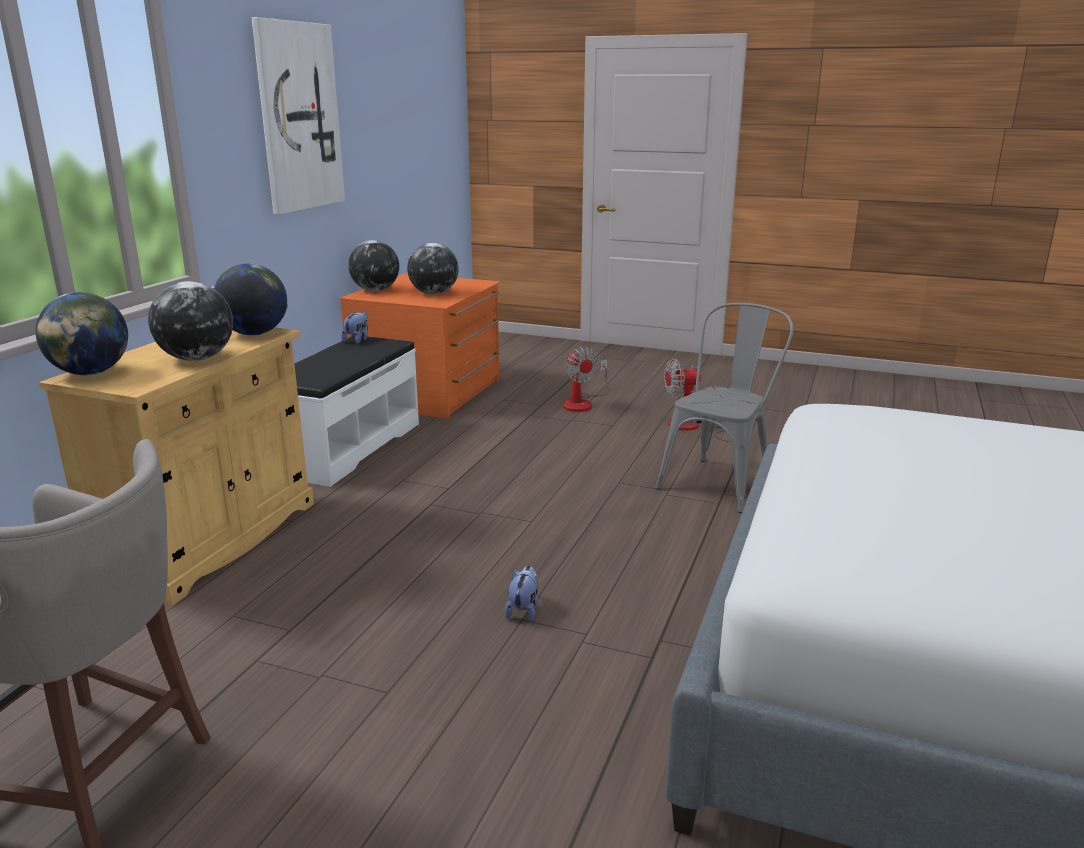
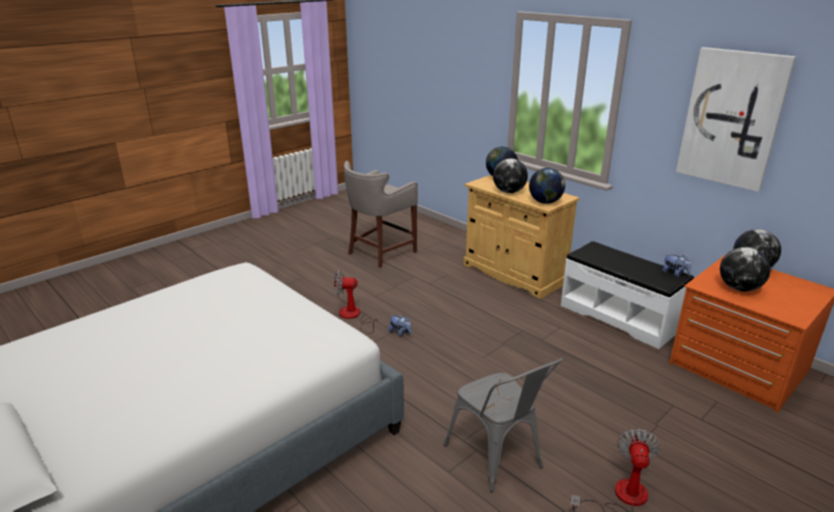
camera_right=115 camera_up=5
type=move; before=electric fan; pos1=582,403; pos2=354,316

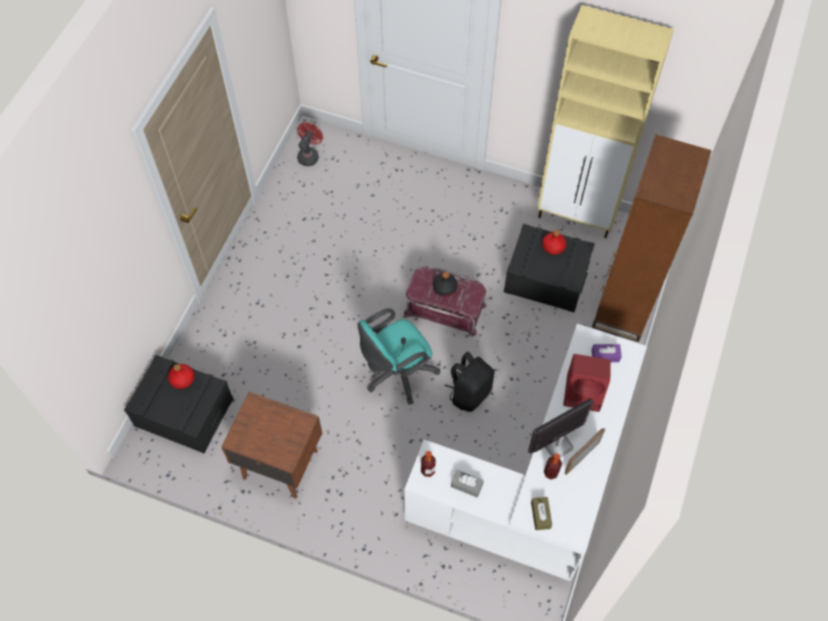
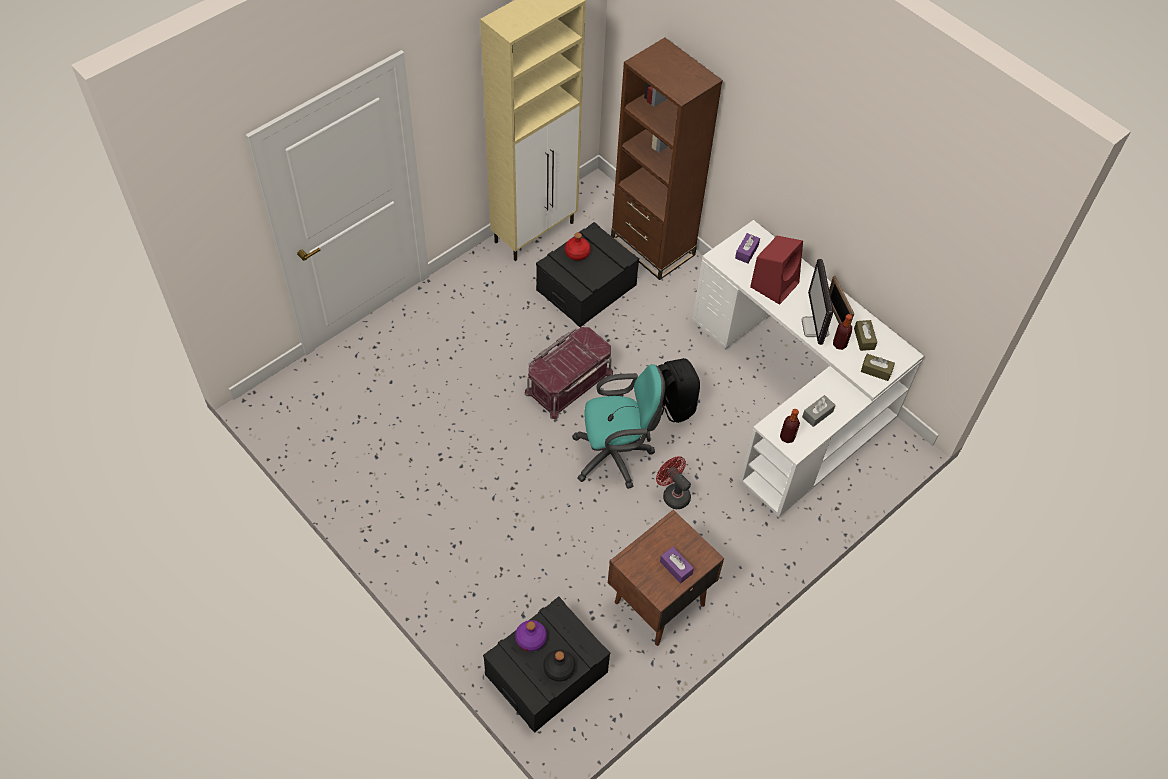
camera_right=-65 camera_up=-5
type=insert; after=tissue holder/purple; pos2=676,567
type=insert; after=tissue holder/brownish; pos2=864,339
type=move; before=electric fan/red; pos1=309,155; pos2=673,494
type=move; before=drink bottle/black; pos1=444,287; pos2=558,668
type=recolor; before=drink bottle/red; after=drink bottle/purple; pos1=183,379; pos2=531,638
type=rotate; before=computer chair/turquoise-coloured; pos1=396,373; pos2=616,455; turn=-90

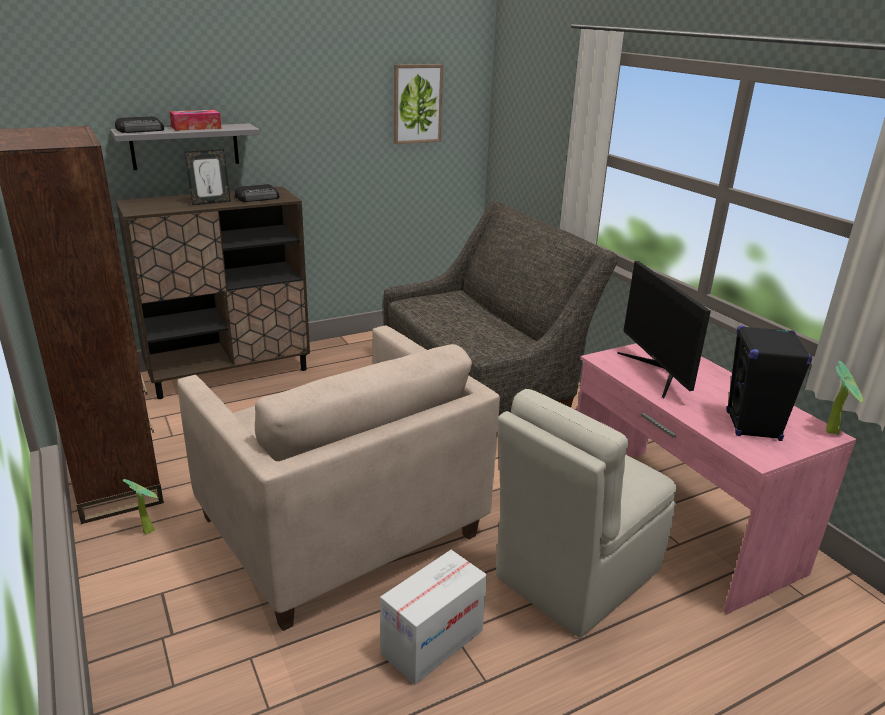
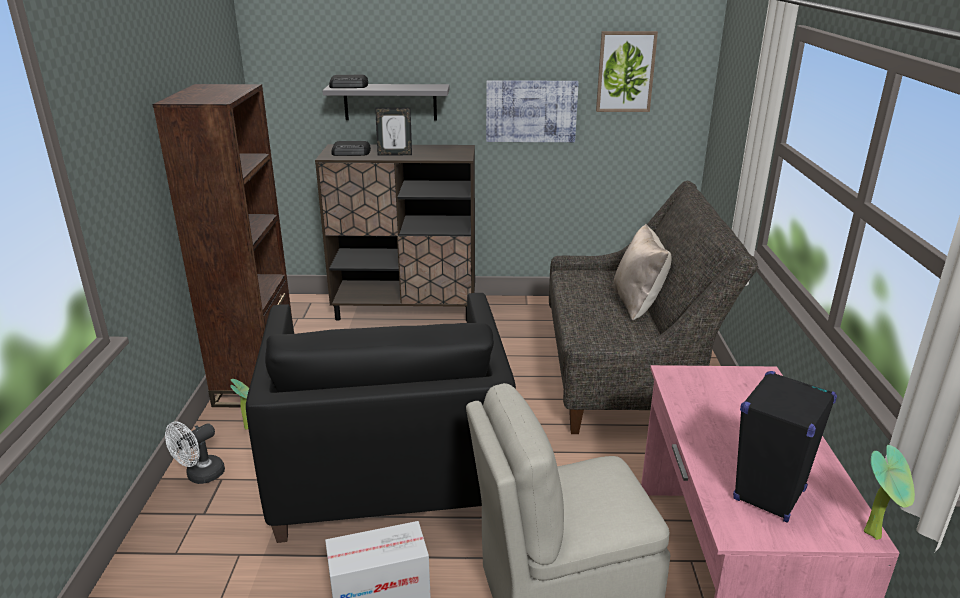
camera_right=30 camera_up=0
type=delete; before=tissue holder; pos1=196,127
type=delete; before=monitor; pos1=658,372
type=insert; after=electric fan/white-coloured; pos2=200,476
type=insert; after=wall picture; pos2=531,111
type=insert; after=pillow/beige; pos2=638,303
type=move; before=radio; pos1=258,198; pos2=351,153
type=recolor; before=armchair/beige; after=armchair/black; pos1=341,524; pos2=389,470

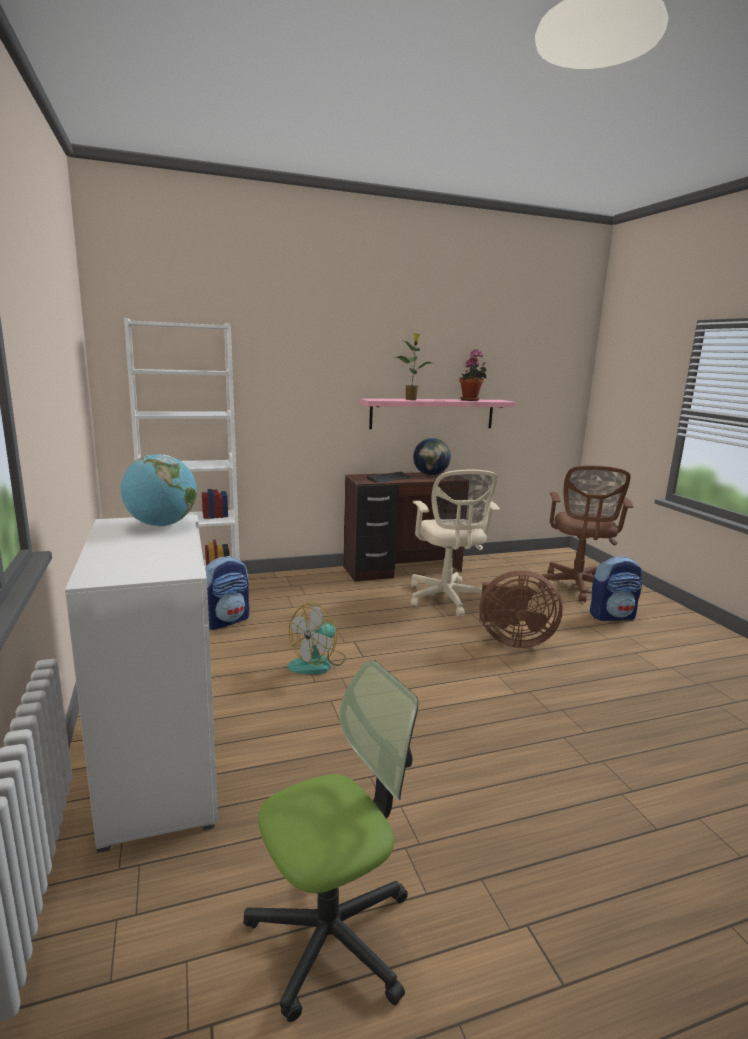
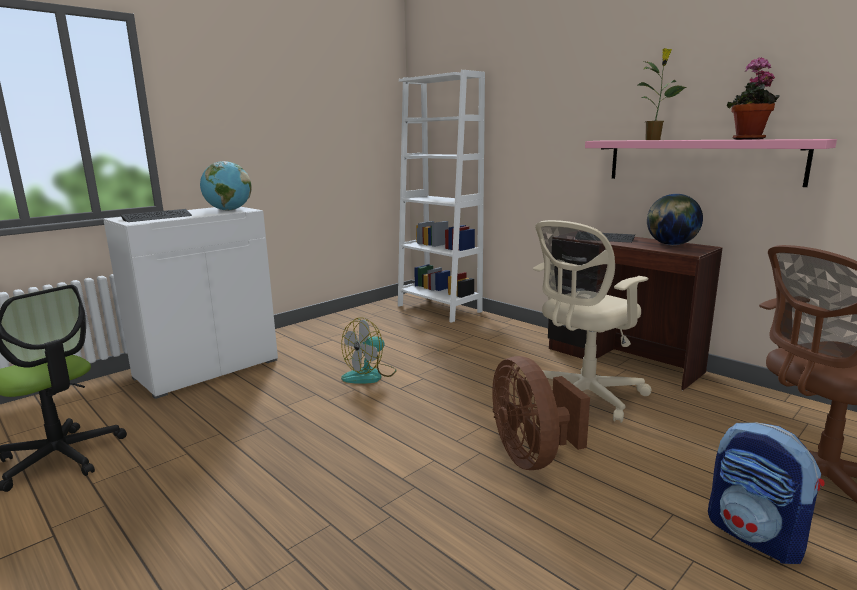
camera_right=65 camera_up=0
type=delete; before=rucksack; pos1=225,621
type=insert; after=computer keyboard; pos2=157,217
type=rotate; before=electric fan; pos1=318,663; pos2=370,375; turn=-60

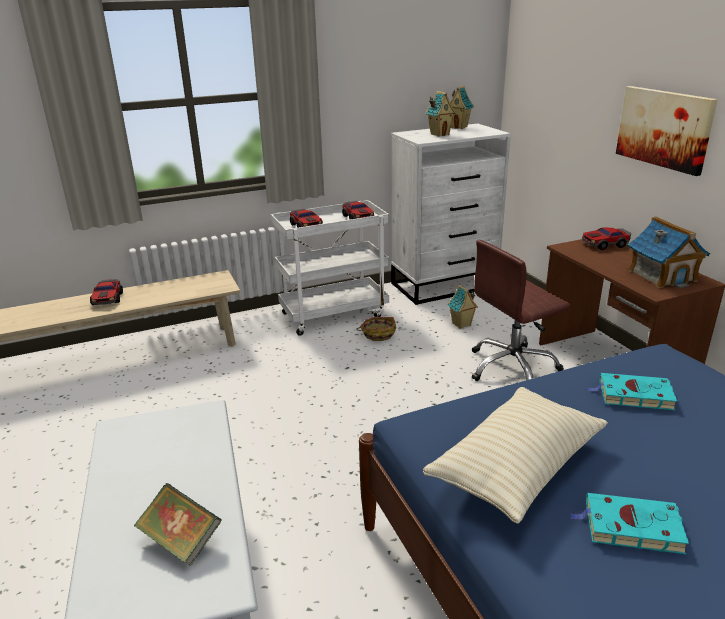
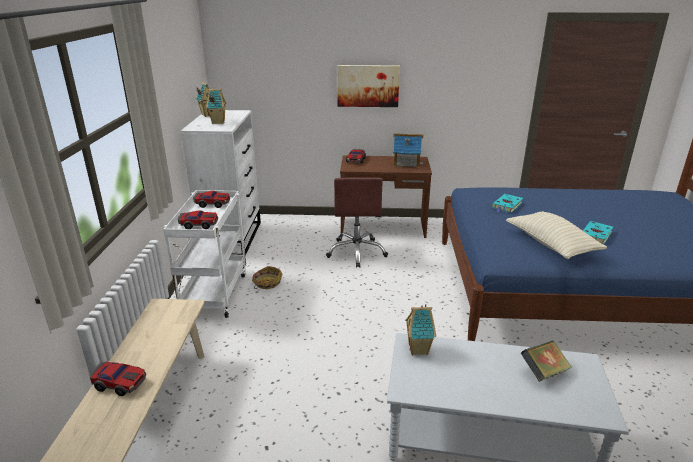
camera_right=-65 camera_up=0
type=move; before=model house; pos1=461,324; pos2=419,349

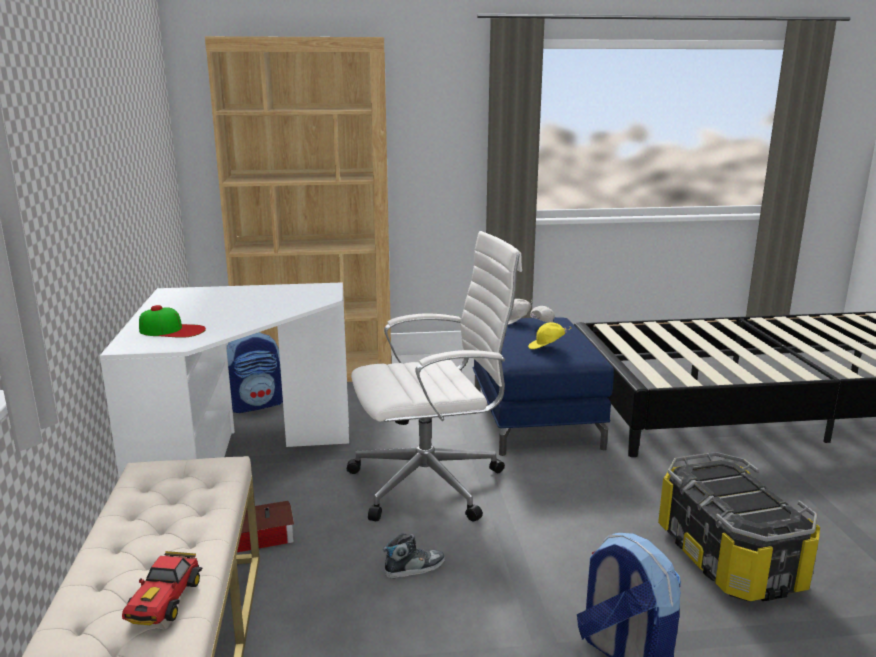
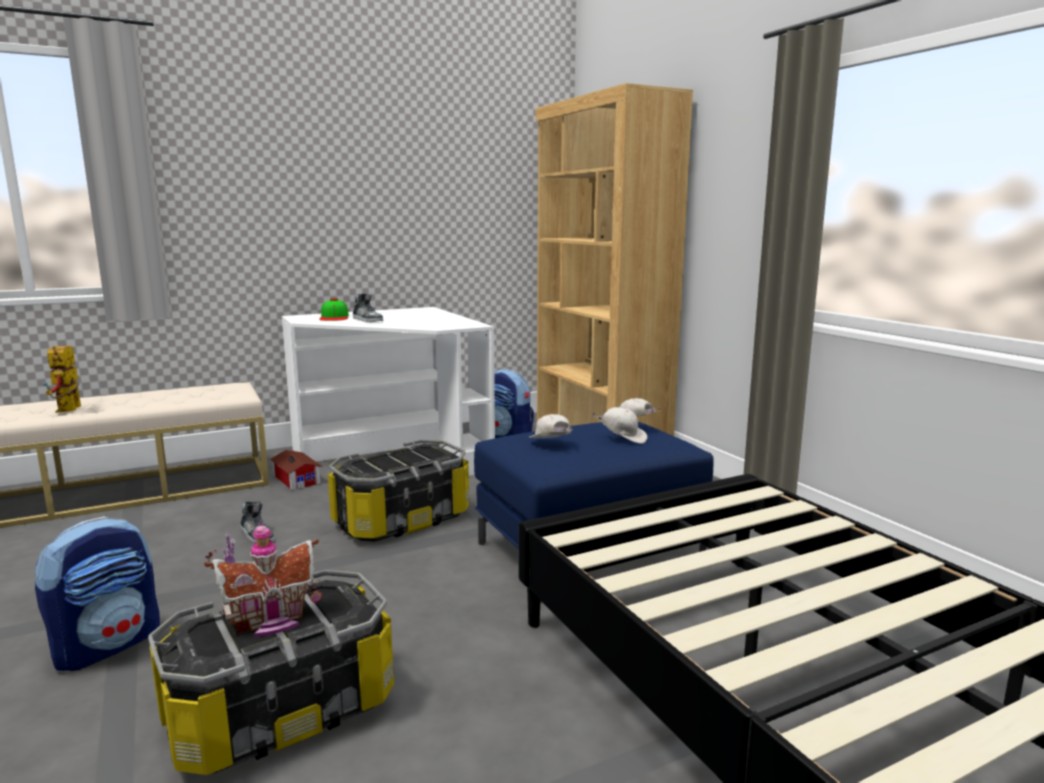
camera_right=70 camera_up=-5
type=insert; after=model house; pos2=271,622
type=insert; after=low shoe; pos2=367,320
type=replace; before=model car; after=toy robot; pos1=164,603; pos2=69,410
type=replace; before=computer chair/white-coloured; after=storage container; pos1=432,483; pos2=402,520
type=recolor; before=peaked cap/yellow-coloured; after=peaked cap/white-coloured; pos1=547,347; pos2=550,445

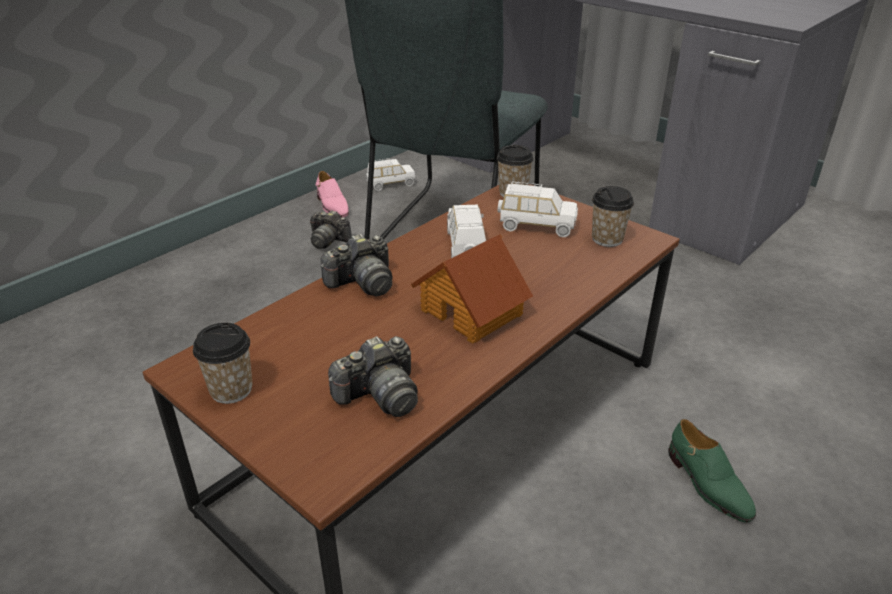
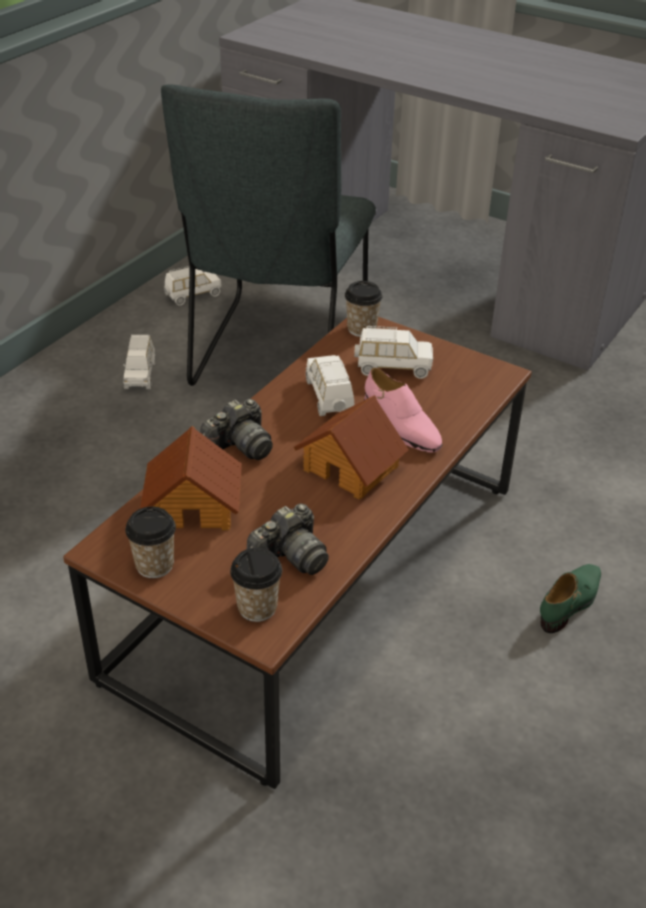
camera_right=-10 camera_up=5
type=insert; after=model house; pos2=194,505
type=move; before=low shoe/pink-coloured; pos1=332,206; pos2=400,427
type=move; before=small cup; pos1=607,239; pos2=257,607
type=replace; before=photo camera; after=model car/white-coloured; pos1=328,240; pos2=140,375
type=rotate; before=low shoe/green; pos1=707,484; pos2=571,602; turn=-105

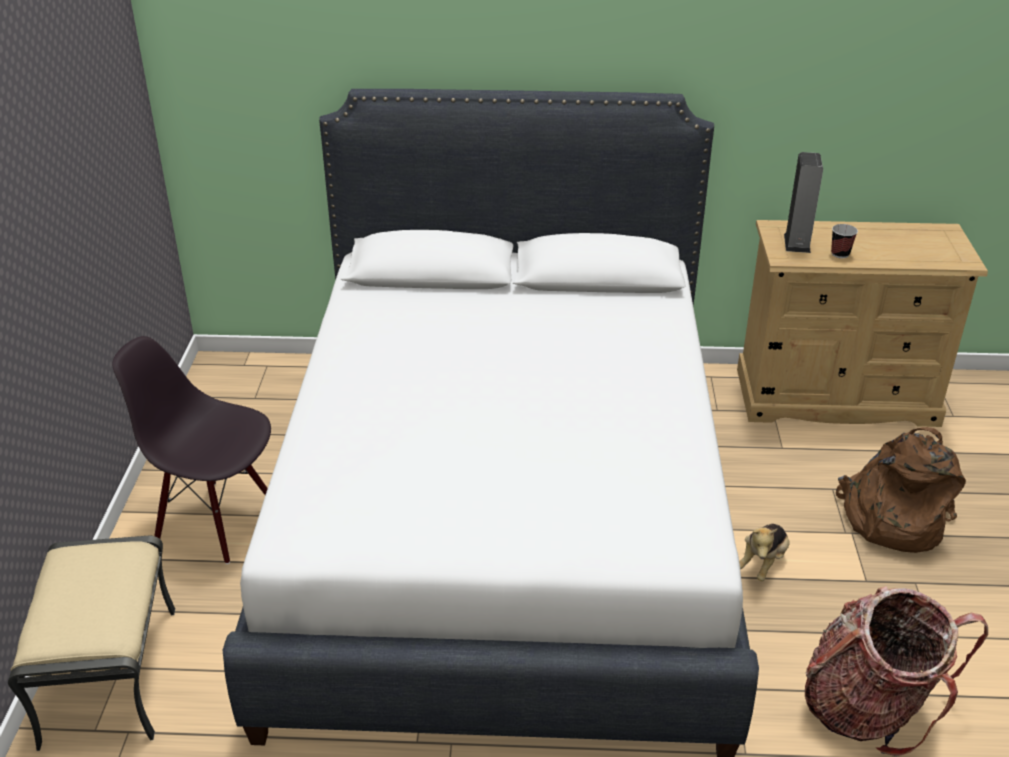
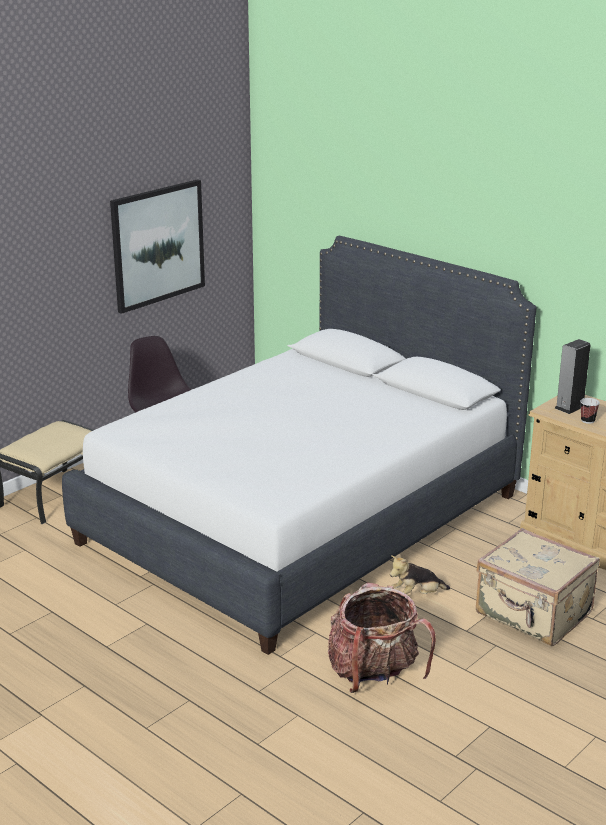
camera_right=40 camera_up=-10
type=insert; after=wall picture; pos2=158,245
type=replace; before=rucksack/brownish; after=travel case/beige; pos1=891,519; pos2=533,614

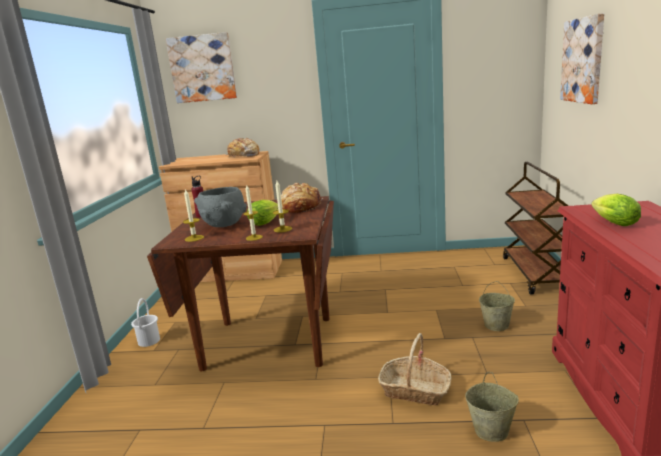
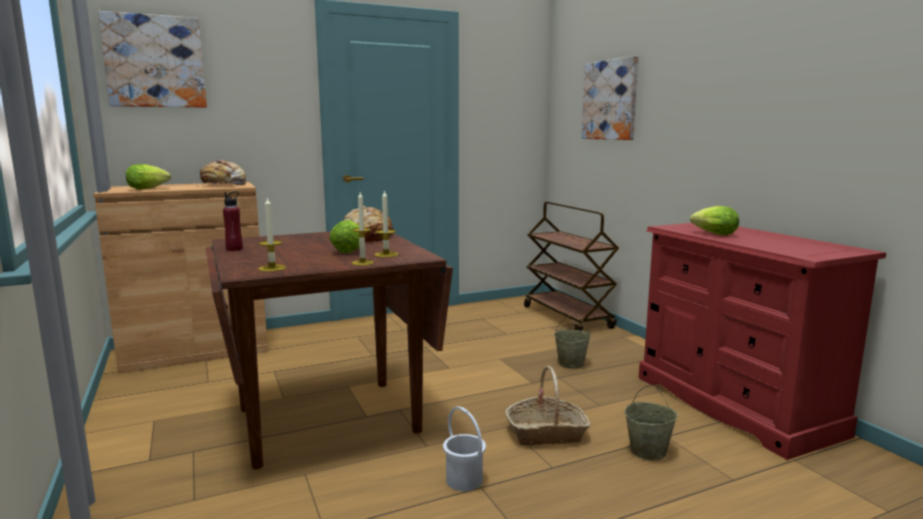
camera_right=-30 camera_up=-5
type=delete; before=bowl/gray; pos1=224,225
type=insert; after=lettuce head; pos2=150,189
type=move; before=water bucket/white-coloured; pos1=149,341; pos2=464,480

